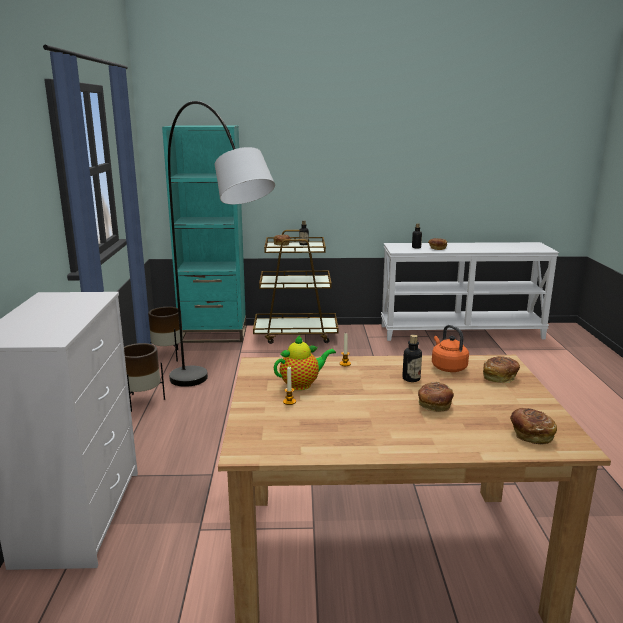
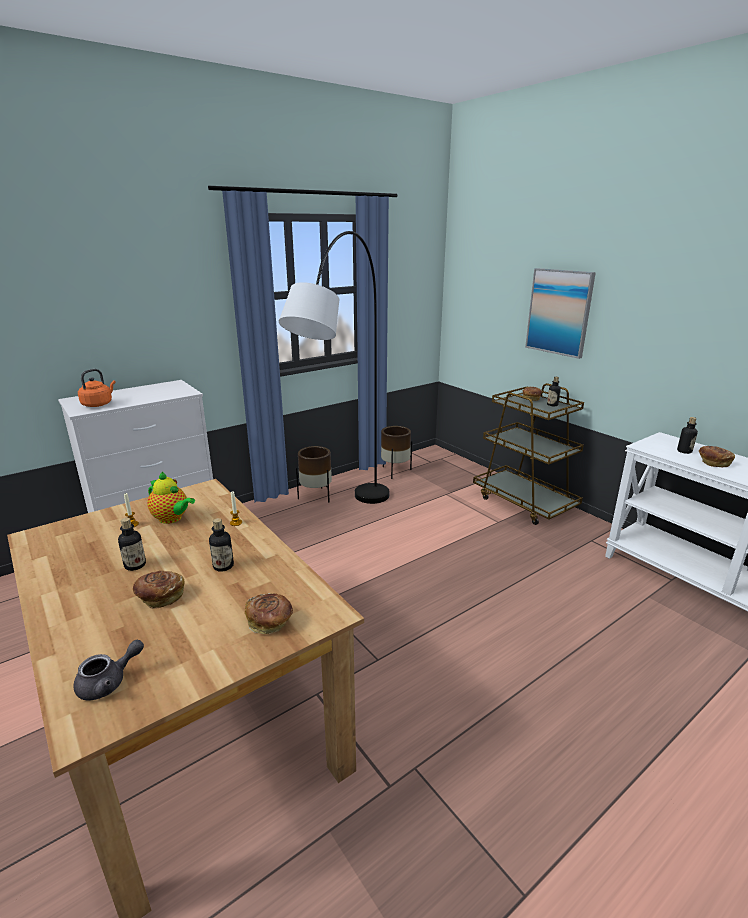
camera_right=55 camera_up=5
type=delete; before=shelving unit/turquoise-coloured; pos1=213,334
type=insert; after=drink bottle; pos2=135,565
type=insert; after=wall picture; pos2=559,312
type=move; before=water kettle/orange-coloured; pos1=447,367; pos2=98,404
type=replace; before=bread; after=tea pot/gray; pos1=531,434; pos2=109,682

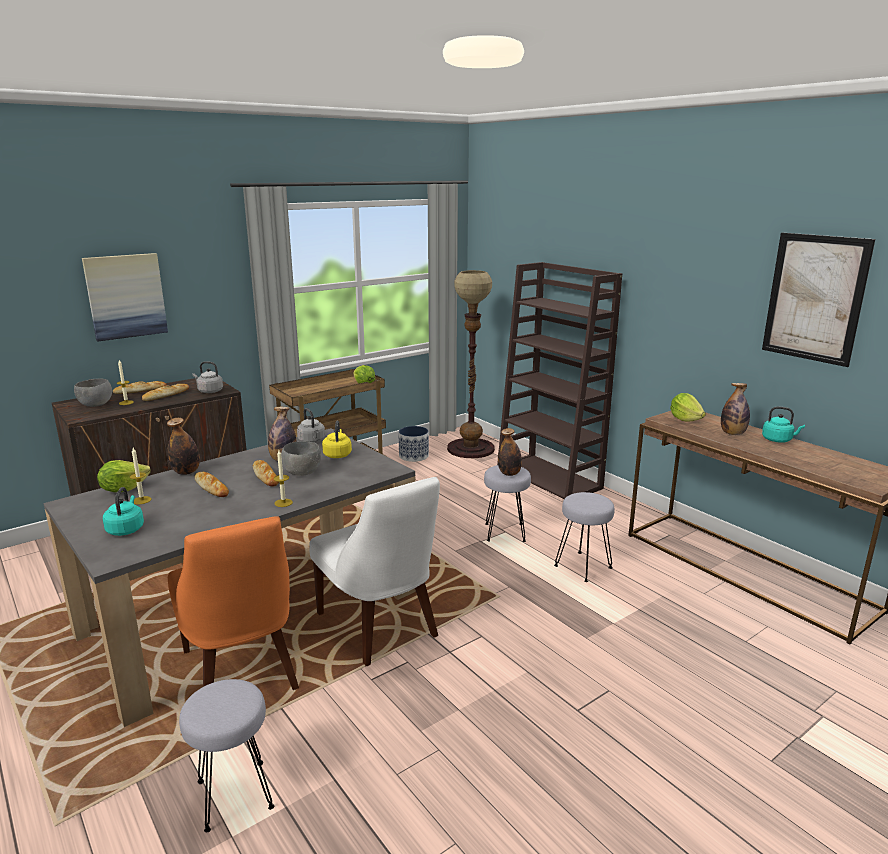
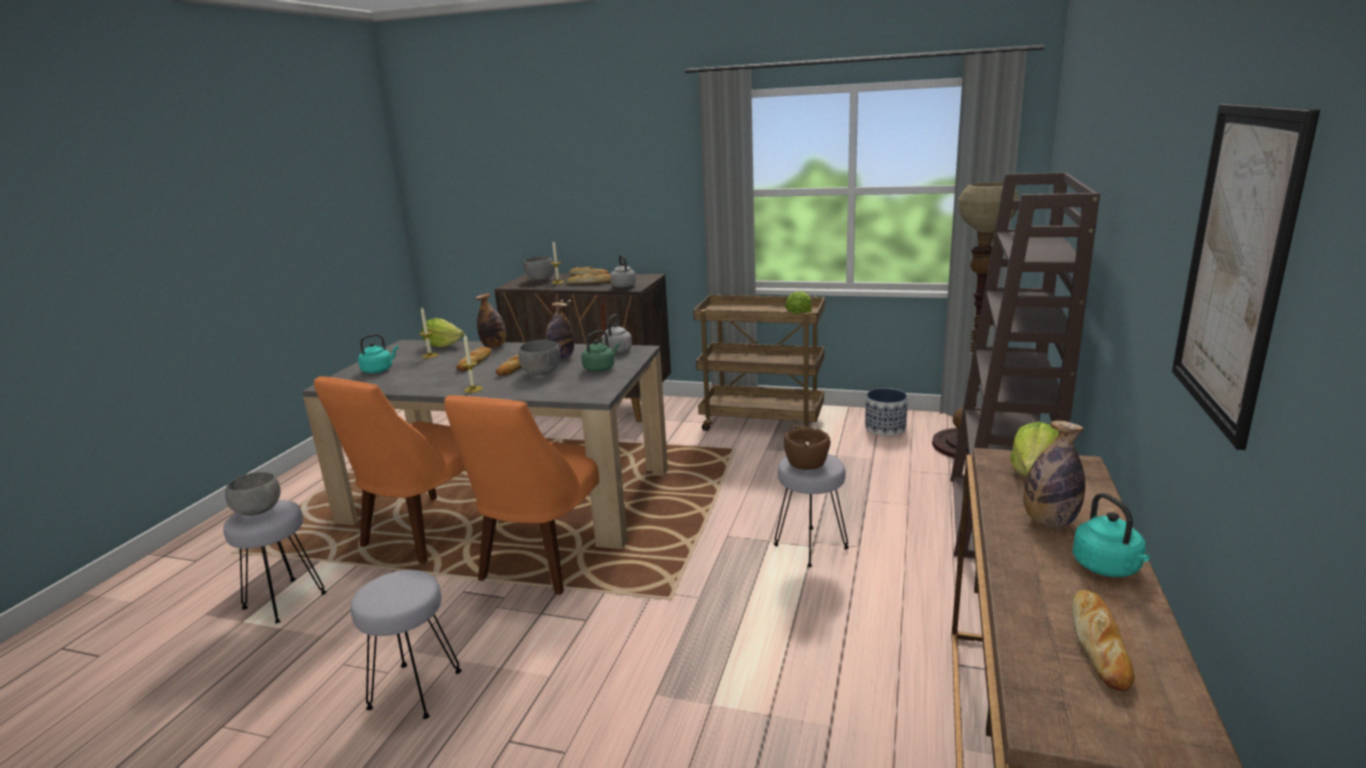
camera_right=55 camera_up=0
type=delete; before=wall picture; pos1=126,296
type=insert; after=bowl/gray; pos2=257,511
type=insert; after=bread; pos2=1100,643
type=move; before=sitting stool/gray; pos1=583,566; pos2=416,690
type=replace; before=drink bottle; after=bowl/brownish; pos1=509,473; pos2=807,465
type=recolor; before=plain chair/white-coloured; after=plain chair/orange-coloured; pos1=380,627; pos2=543,559
type=recolor; before=water kettle/yellow-coloured; after=water kettle/green; pos1=337,454; pos2=600,368

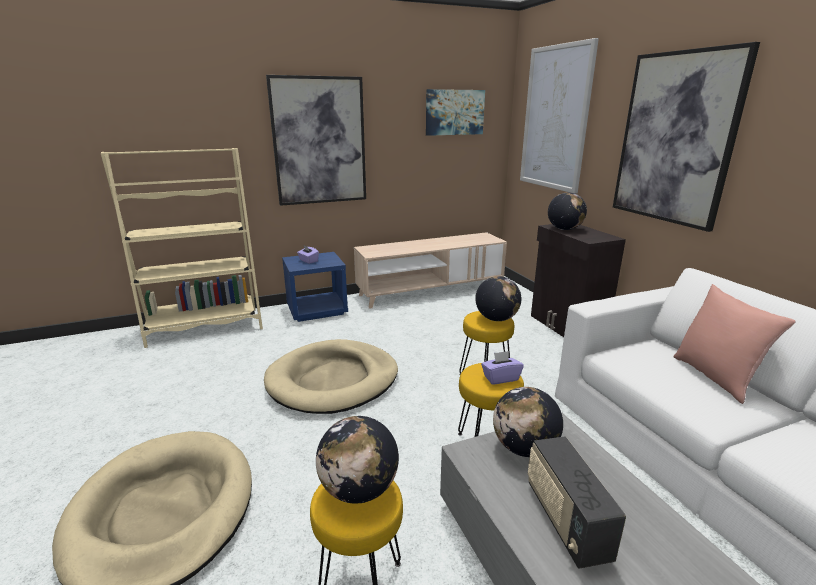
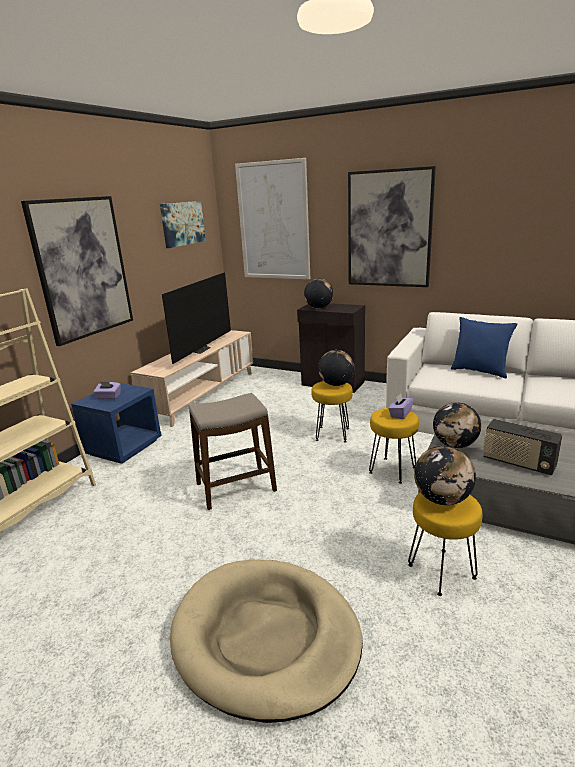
camera_right=-40 camera_up=0
type=insert; after=TV set; pos2=199,350
type=replace; before=pet bed/beige; after=sitting stool; pos1=333,380; pos2=235,487
type=recolor; before=pillow/pink-coloured; after=pillow/blue; pos1=715,377; pos2=480,371

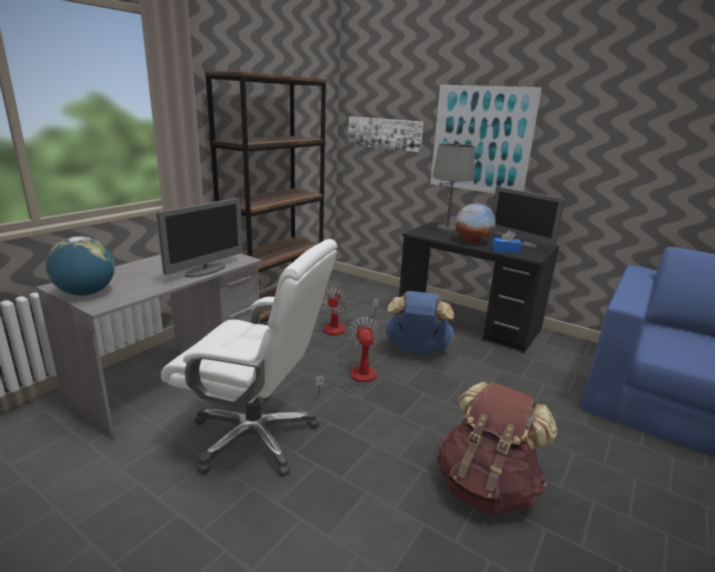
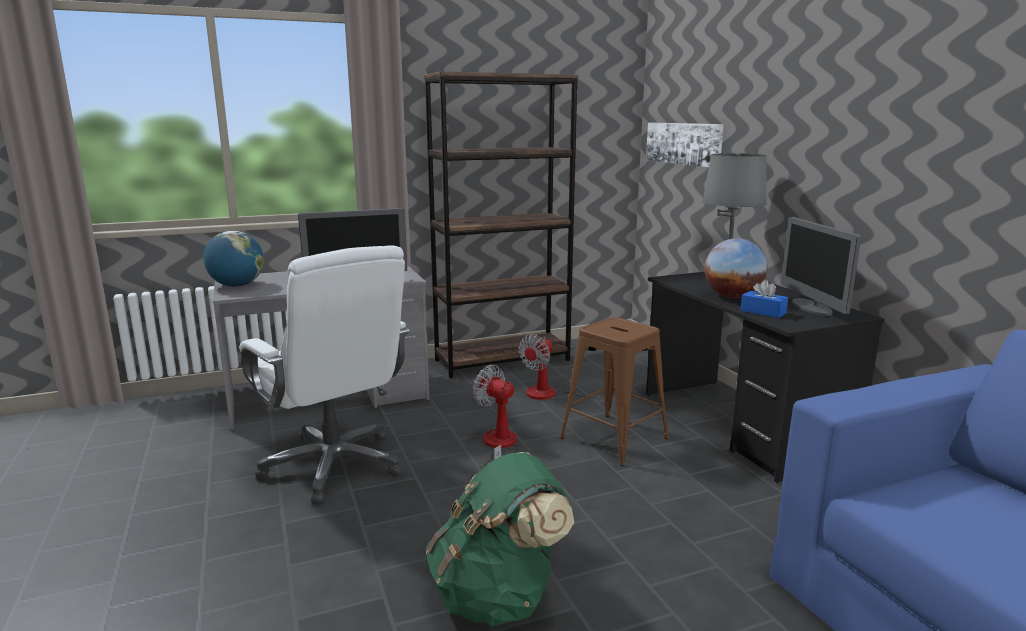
camera_right=35 camera_up=-5
type=delete; before=wall picture; pos1=481,140
type=replace; before=rucksack/blue; after=sitting stool/brownish; pos1=416,350; pos2=614,438
type=recolor; before=rucksack/brownish; after=rucksack/green; pos1=486,487; pos2=498,596
type=rotate; before=electric fan; pos1=356,378; pos2=499,446; turn=-75

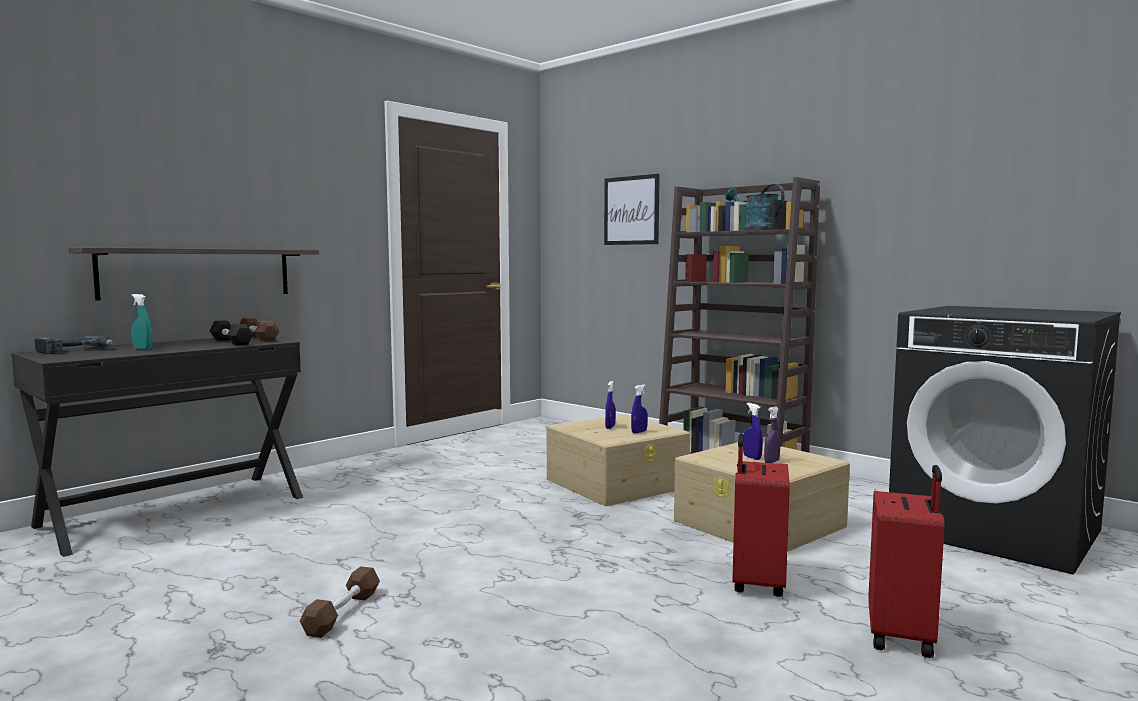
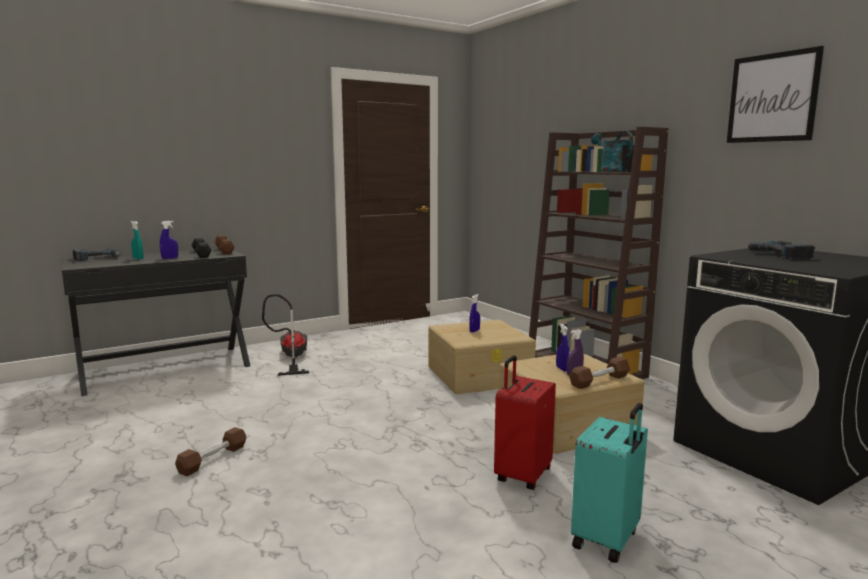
camera_right=15 camera_up=5
type=delete; before=shelf; pos1=198,273
type=insert; after=vacuum; pos2=290,358
type=insert; after=dumbbell/brownish; pos2=599,381
type=insert; after=power drill; pos2=785,255
type=move; before=wall picture; pos1=631,210; pos2=772,98
type=move; before=hand sprayer/blue; pos1=639,432; pos2=170,258
type=recolor; before=travel case/red; after=travel case/turquoise-coloured; pos1=903,636; pos2=607,539

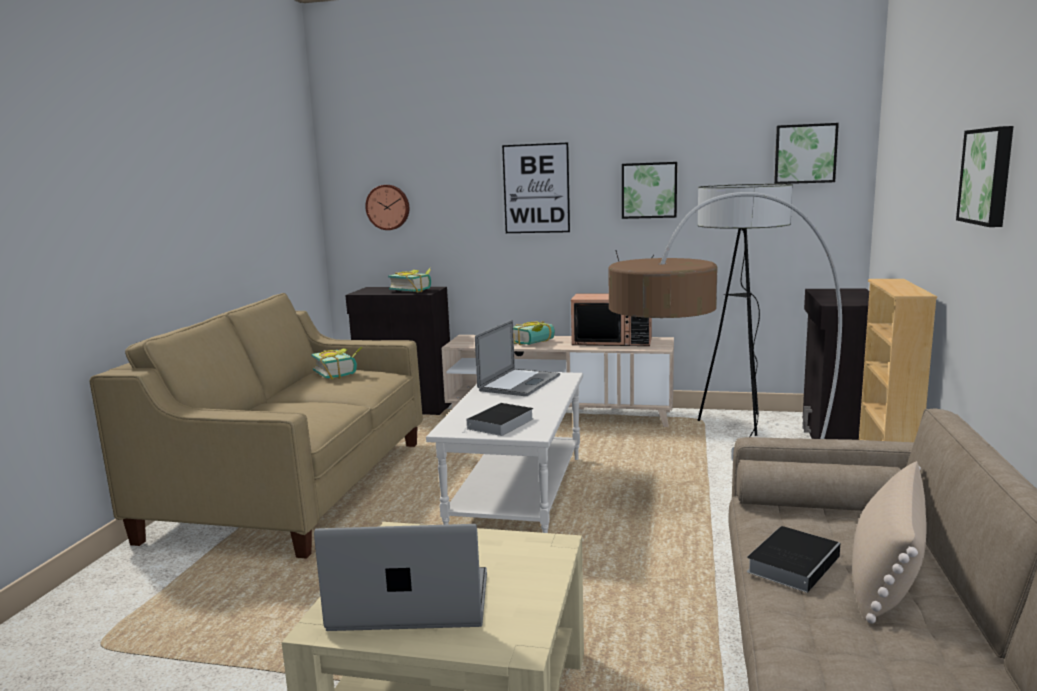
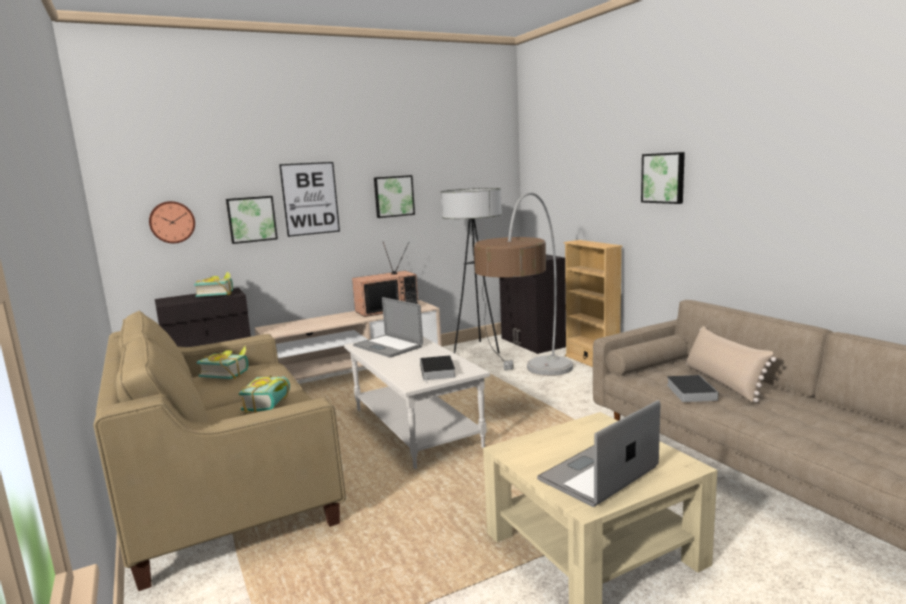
camera_right=-40 camera_up=0
type=move; before=book; pos1=536,343; pos2=272,404
type=move; before=wall picture; pos1=805,154; pos2=251,219
type=rotate; before=notebook computer; pos1=519,383; pos2=388,346; turn=150

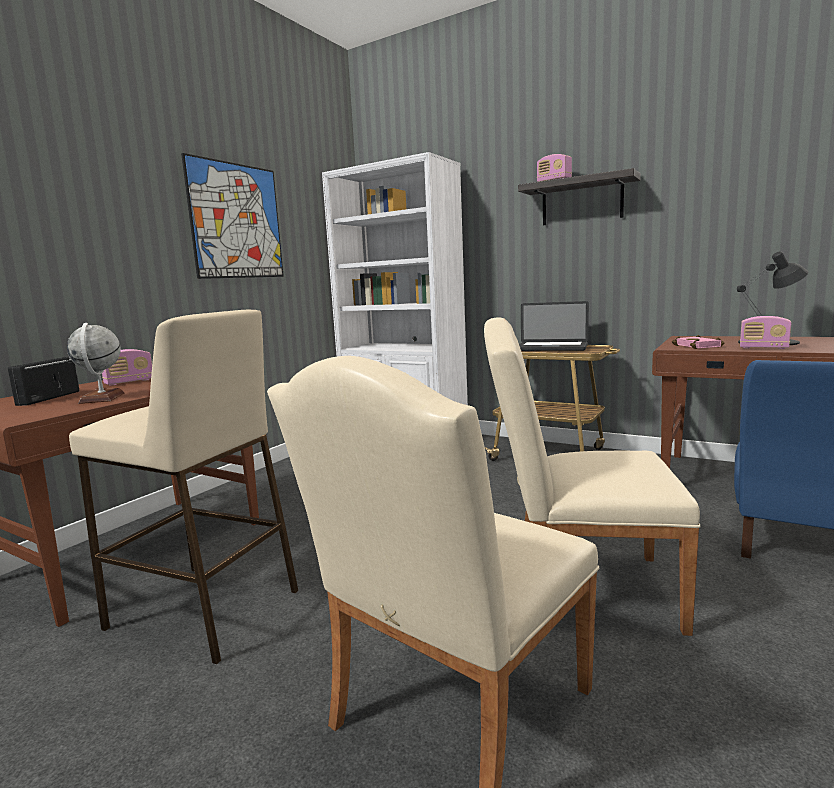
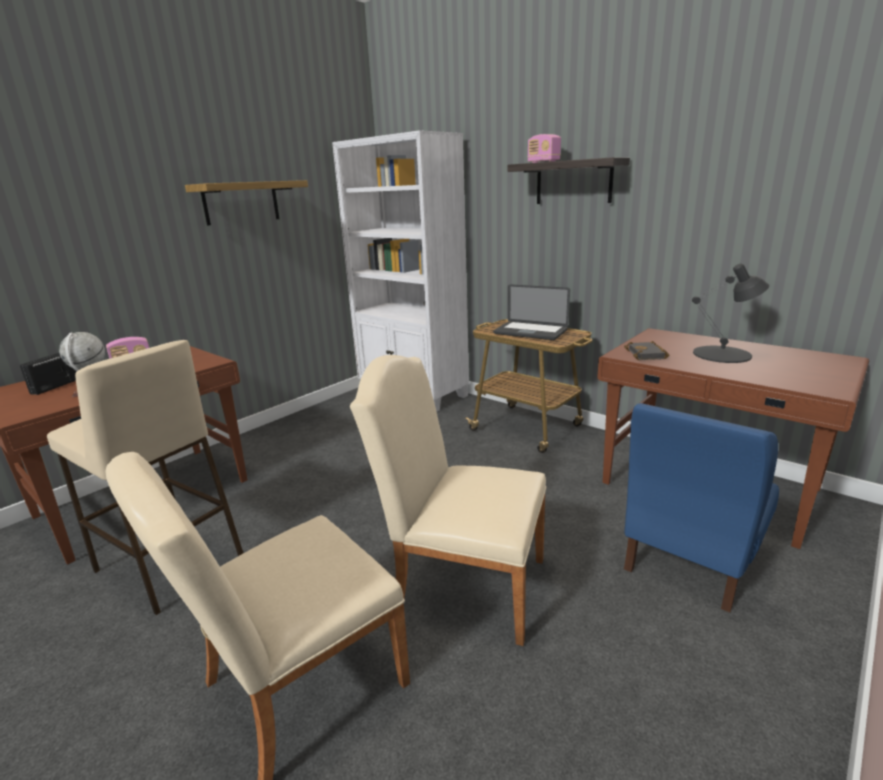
camera_right=10 camera_up=10
type=delete; before=radio; pos1=763,348
type=replace; before=wall picture; after=shelf; pos1=237,221; pos2=241,202
type=recolor; before=book/pink-coloured; after=book/black; pos1=699,346; pos2=647,355

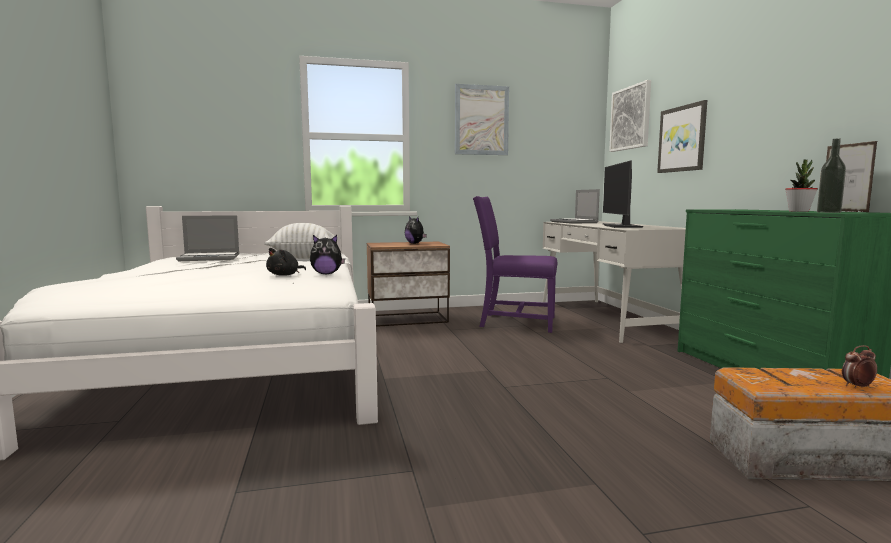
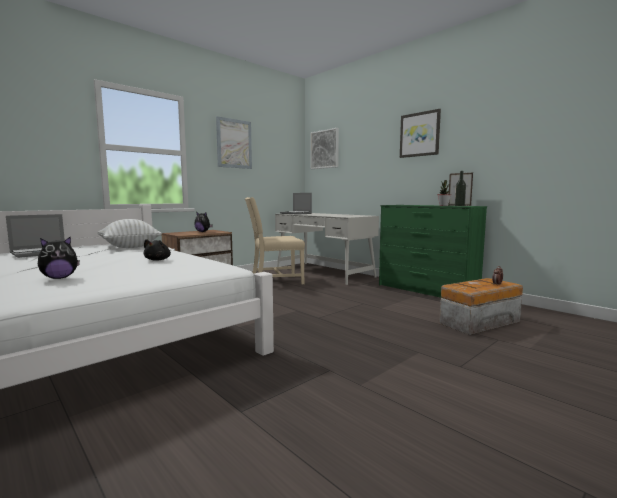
camera_right=-30 camera_up=0
type=delete; before=monitor; pos1=622,226
type=move; before=plush toy; pos1=326,274; pos2=59,278
type=move; before=wall picture; pos1=682,139; pos2=419,134
type=recolor; before=plain chair/purple; after=plain chair/beige; pos1=515,322; pos2=274,281

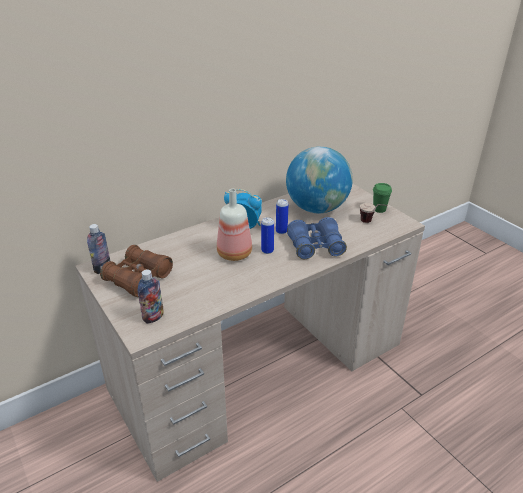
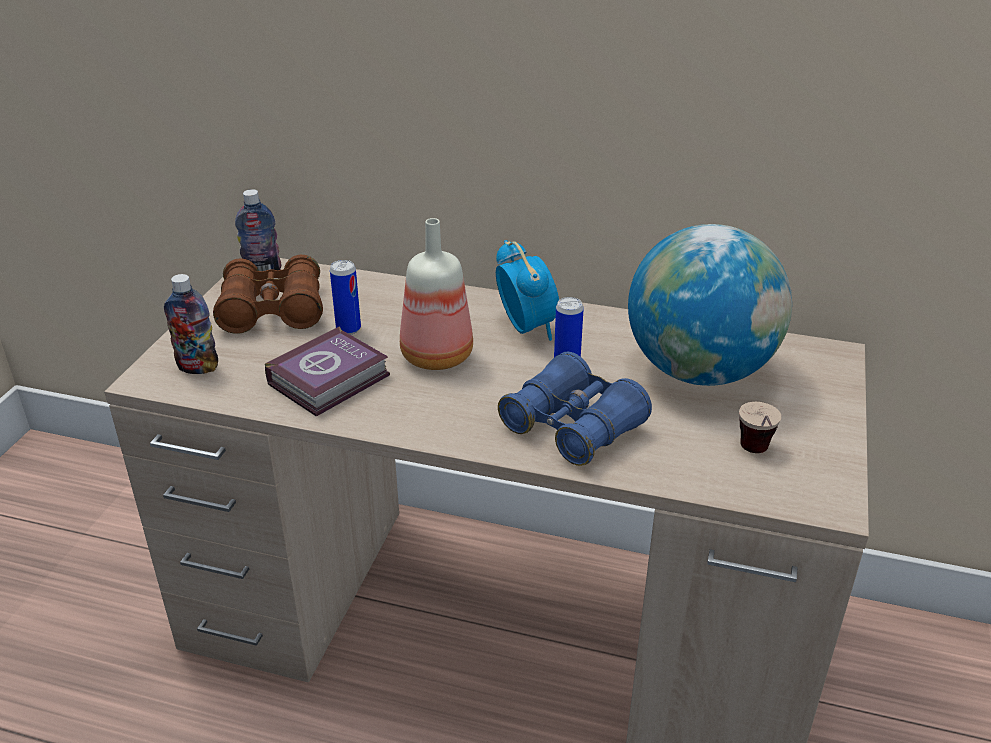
camera_right=50 camera_up=0
type=delete; before=small cup/green; pos1=379,209
type=insert; after=book; pos2=332,379
type=move; before=metal can; pos1=267,250; pos2=348,329

